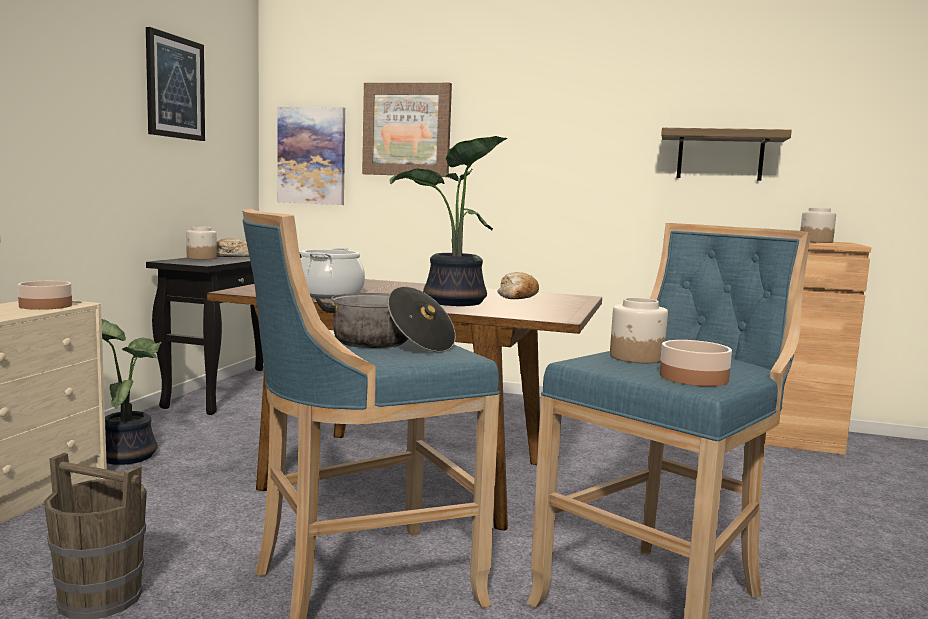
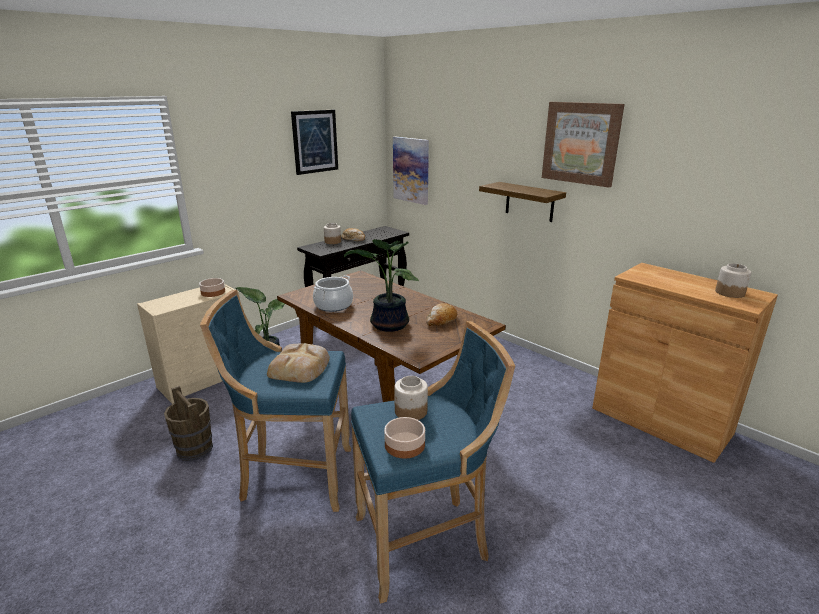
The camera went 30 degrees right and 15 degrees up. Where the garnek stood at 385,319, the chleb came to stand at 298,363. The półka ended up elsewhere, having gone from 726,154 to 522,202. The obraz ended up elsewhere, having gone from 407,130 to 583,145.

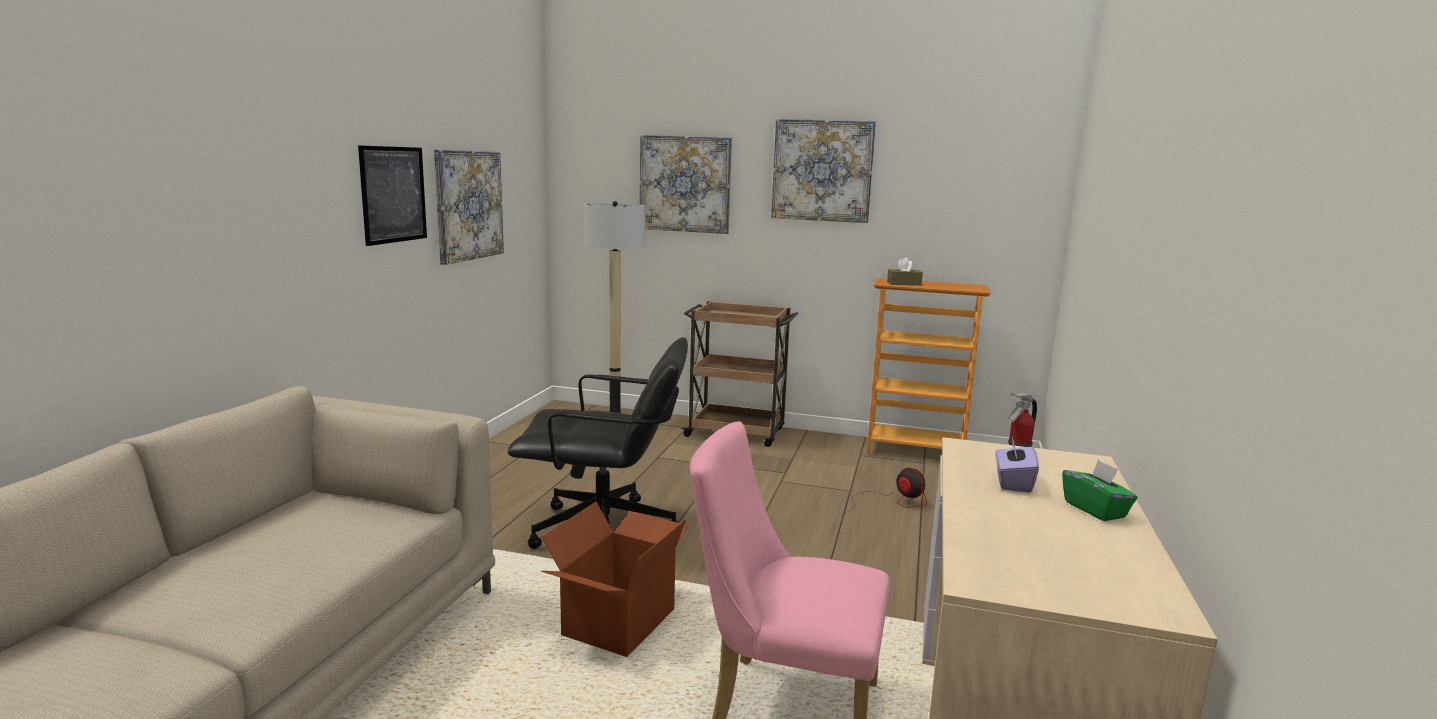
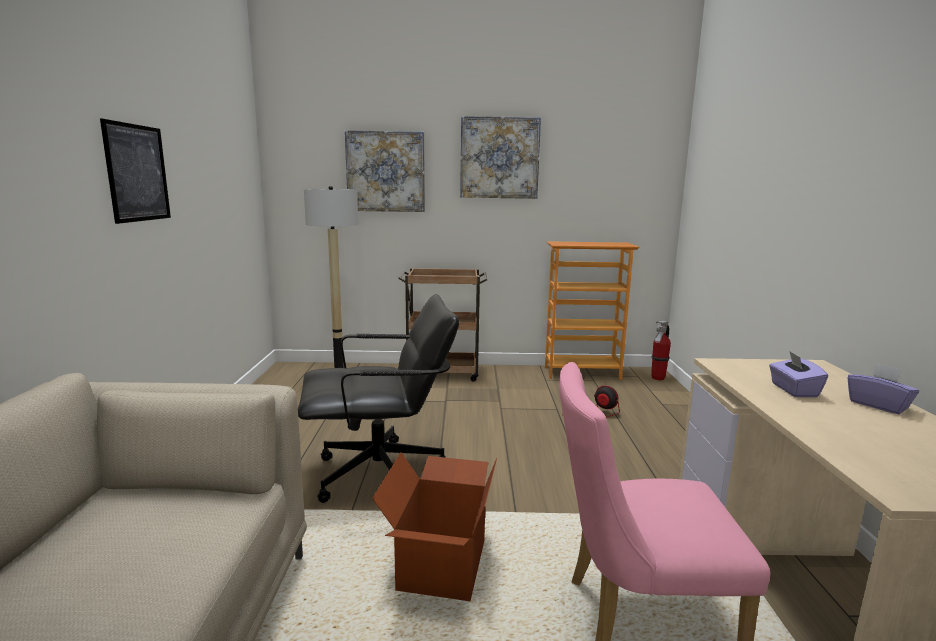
The camera went 15 degrees left and 0 degrees up. What was the pudełko chusteczek [zielony] at 1100,490 turned into the pudełko chusteczek [fioletowy] at 883,388. The second view lost the obraz at 469,207. The second view lost the pudełko chusteczek [brązowy] at 905,271.

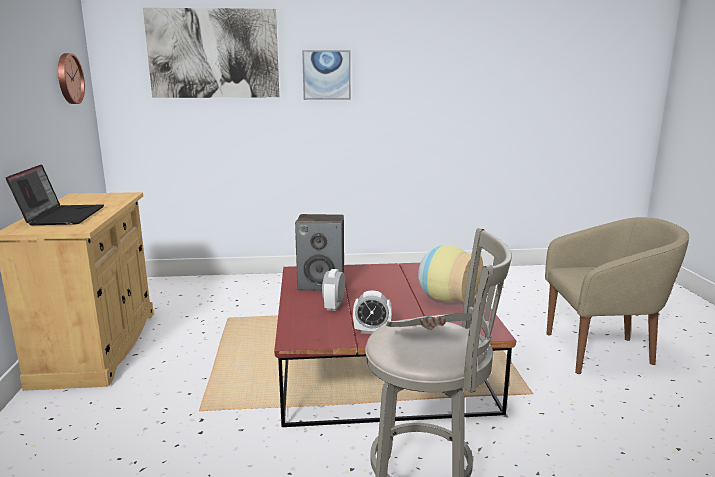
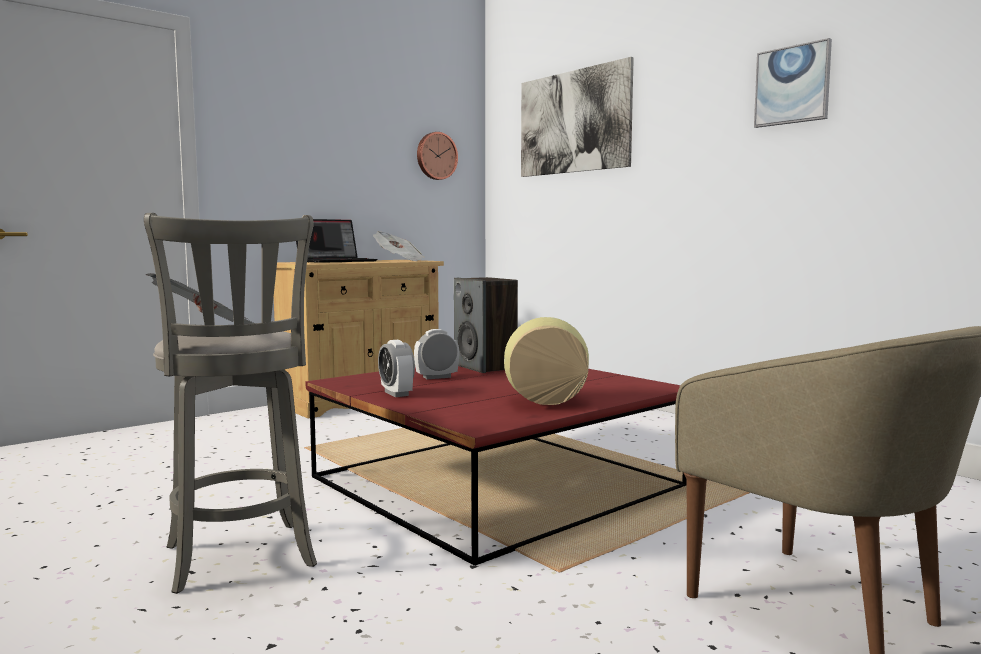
The camera went 55 degrees right and 10 degrees down. The second view gained the gazeta at 399,246. The obraz ended up elsewhere, having gone from 326,75 to 793,83.

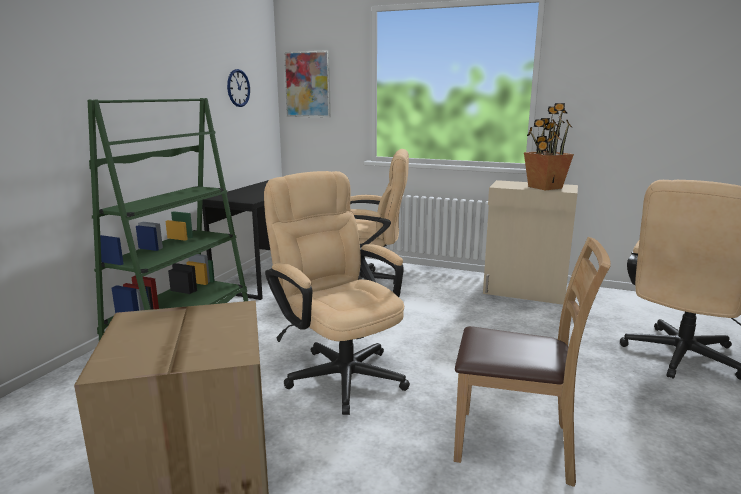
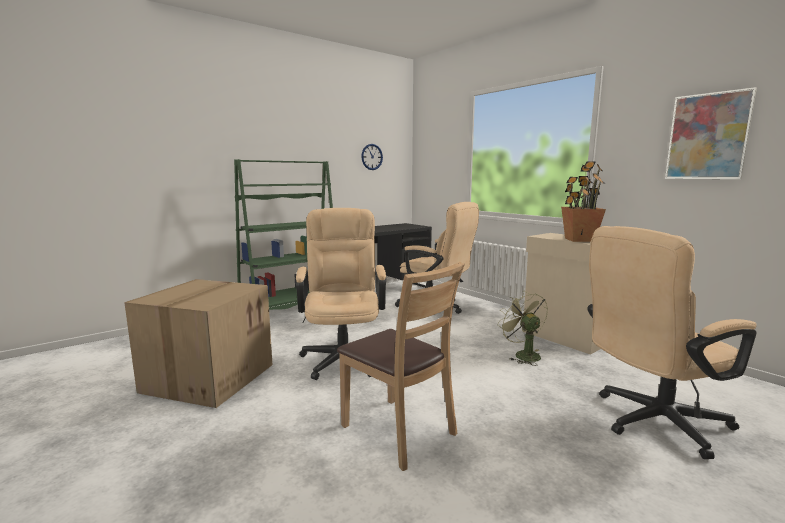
The camera went 30 degrees right and 5 degrees down. The second view gained the wentylator [zielony] at 522,328. The obraz ended up elsewhere, having gone from 307,84 to 711,133.

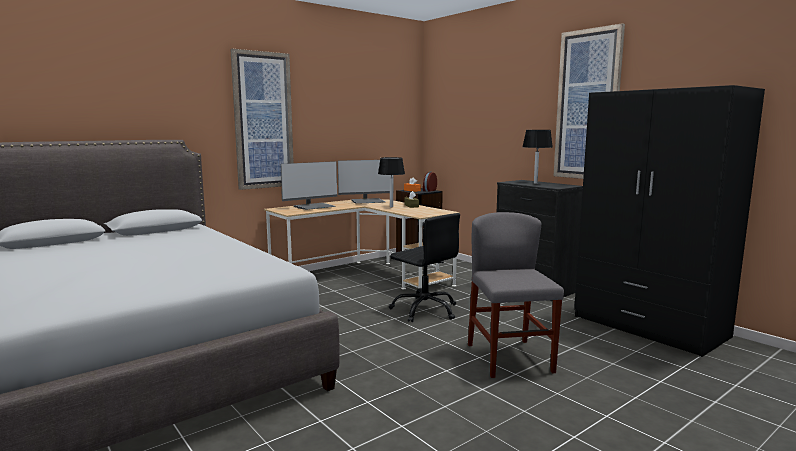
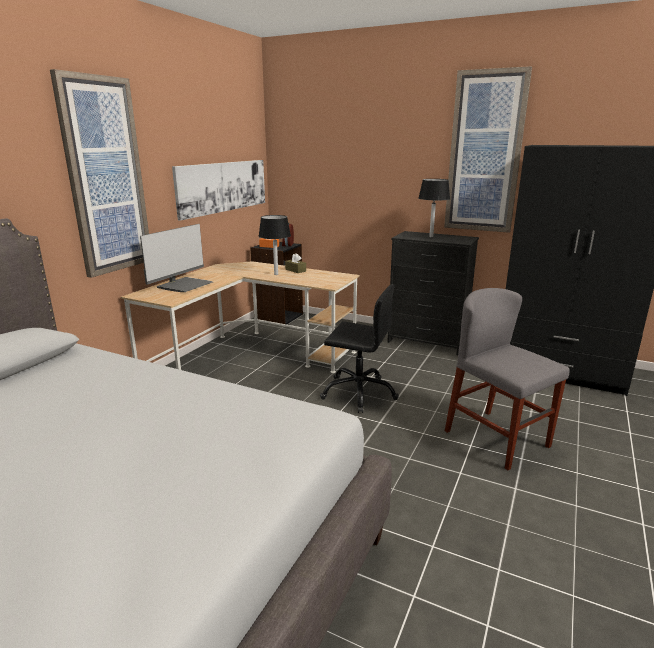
The camera went 25 degrees left and 10 degrees up. The second view gained the obraz at 218,190. The second view lost the monitor at 366,182.

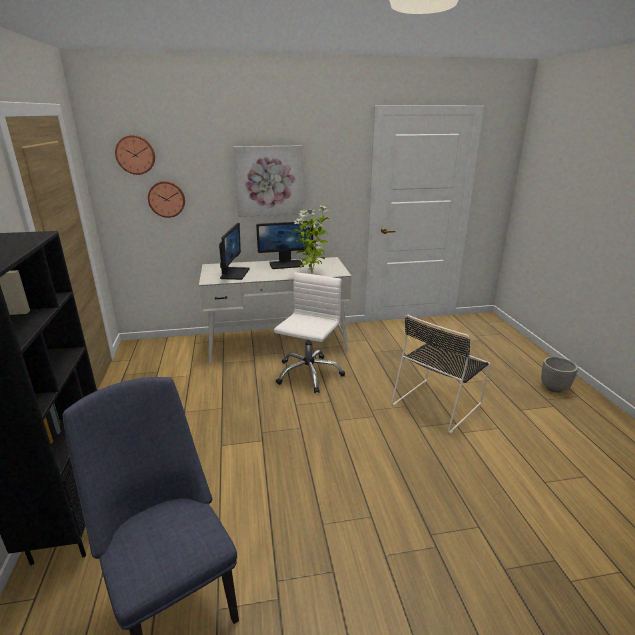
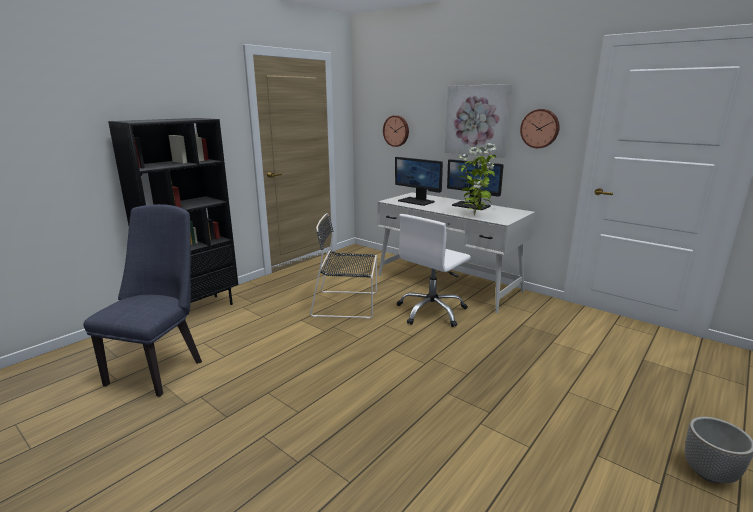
The camera went 50 degrees right and 5 degrees down. The krzesło [czarny] ended up elsewhere, having gone from 440,374 to 343,266. The monitor at 234,251 ended up facing another way, 75 degrees clockwise from before. The krzesło biurowe [biały] at 309,332 ended up facing another way, 150 degrees clockwise from before. The zegar ścienny ended up elsewhere, having gone from 135,155 to 540,128.

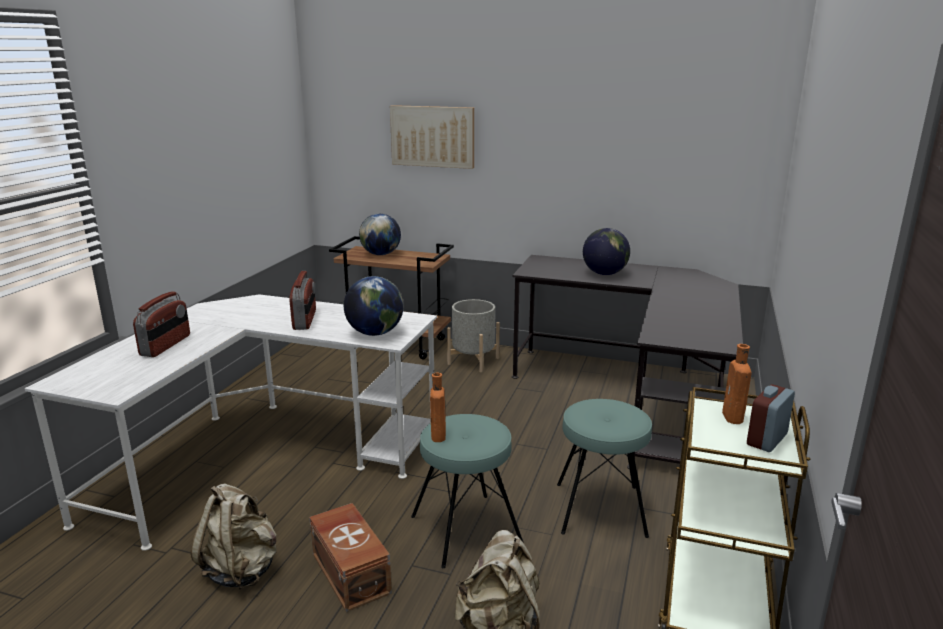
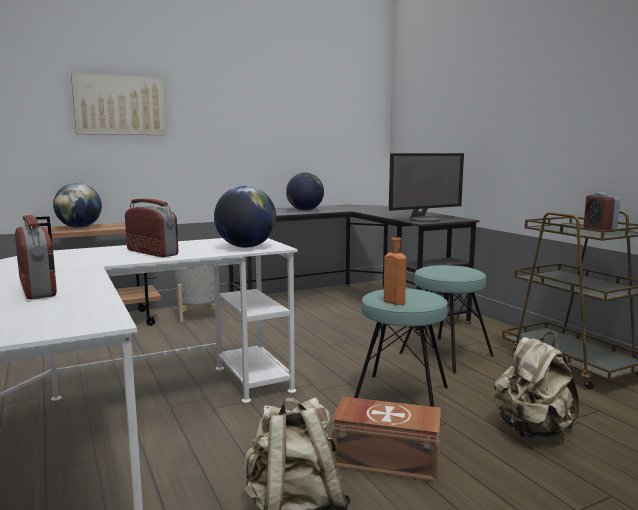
The camera went 45 degrees left and 10 degrees down. The second view gained the monitor at 426,187. The second view lost the butelka [pomarańczowy] at 736,384.

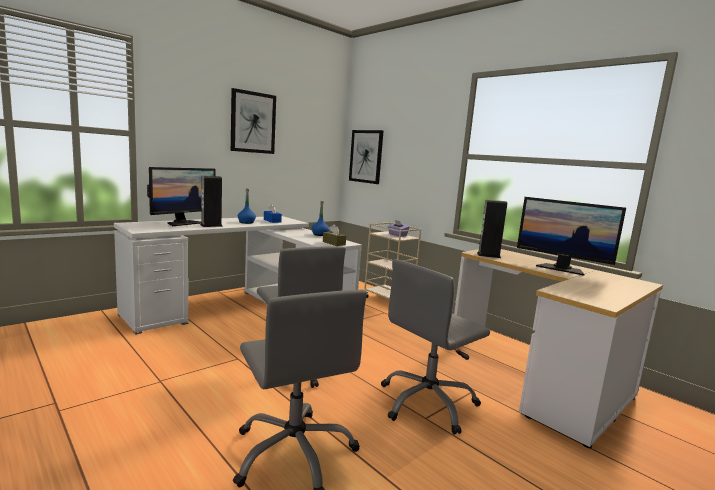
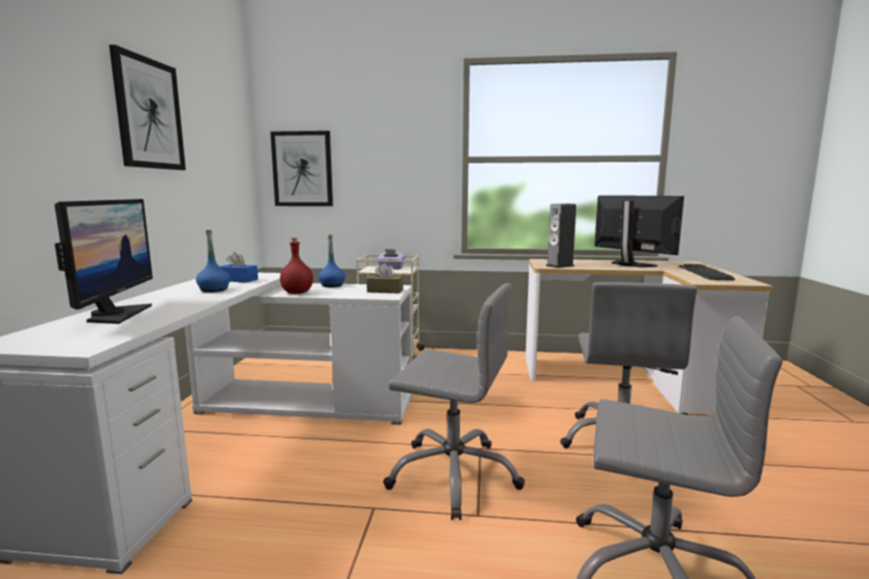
The camera went 40 degrees left and 0 degrees up. The second view gained the butelka [czerwony] at 296,266. The monitor at 571,236 ended up facing another way, 120 degrees counterclockwise from before. The second view gained the klawiatura at 707,272. The second view lost the głośnik at 211,201.

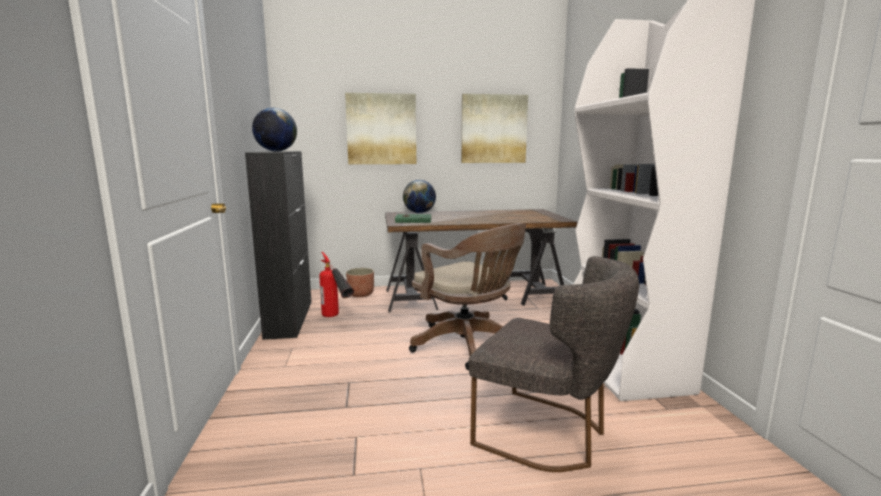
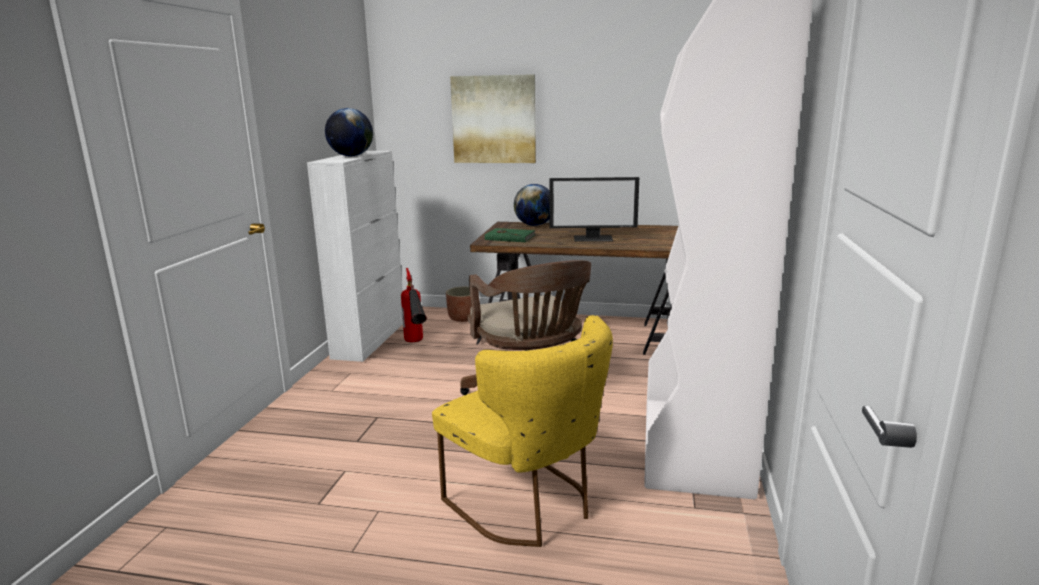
The camera went 20 degrees right and 5 degrees up. What was the szafka [czarny] at 278,245 turned into the szafka [biały] at 355,256. What was the krzesło [szary] at 554,364 turned into the krzesło [żółty] at 522,431. The second view gained the monitor at 594,209. The second view lost the obraz at 494,128.

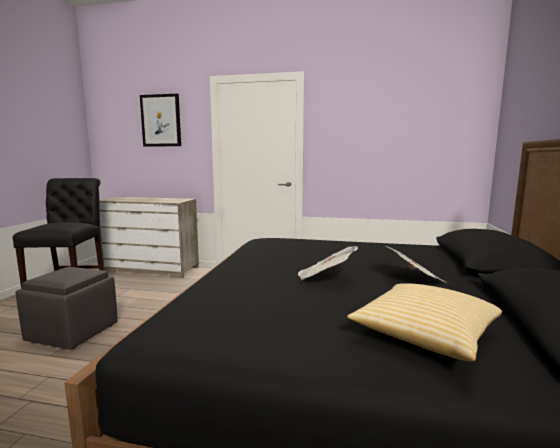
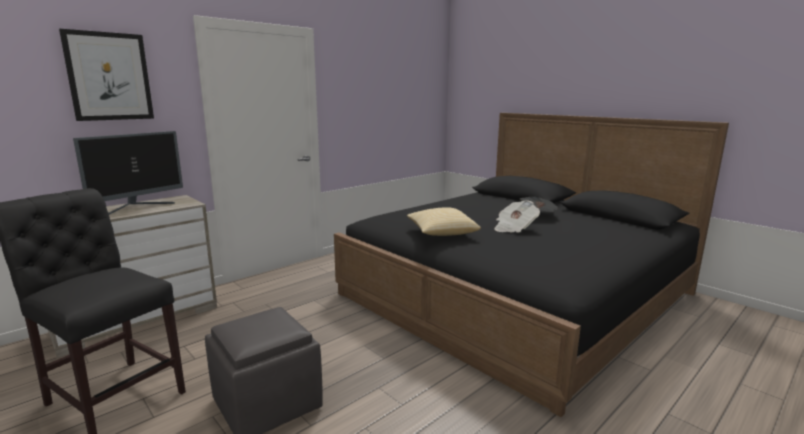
The camera went 55 degrees left and 5 degrees up. The second view gained the monitor at 128,172. The poduszka ended up elsewhere, having gone from 424,322 to 444,221.

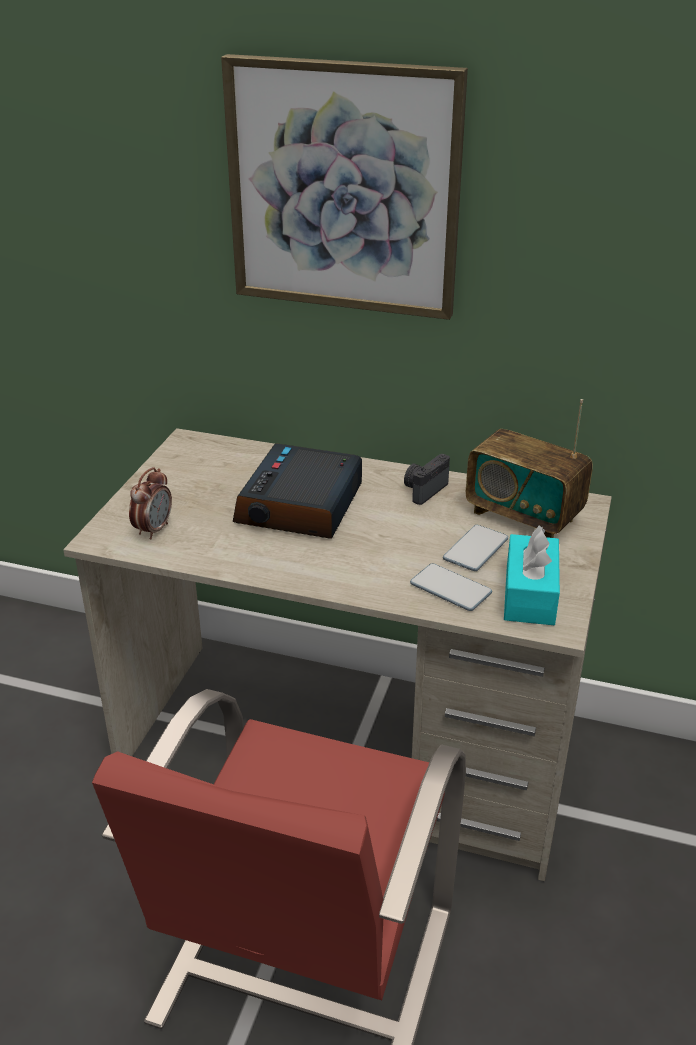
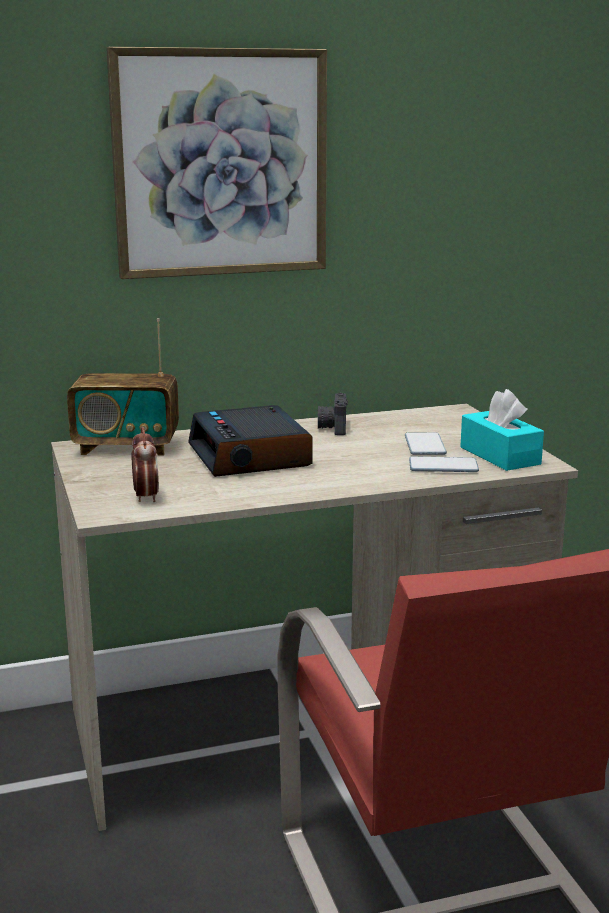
The camera went 35 degrees left and 15 degrees down. The radio ended up elsewhere, having gone from 529,468 to 123,387.

